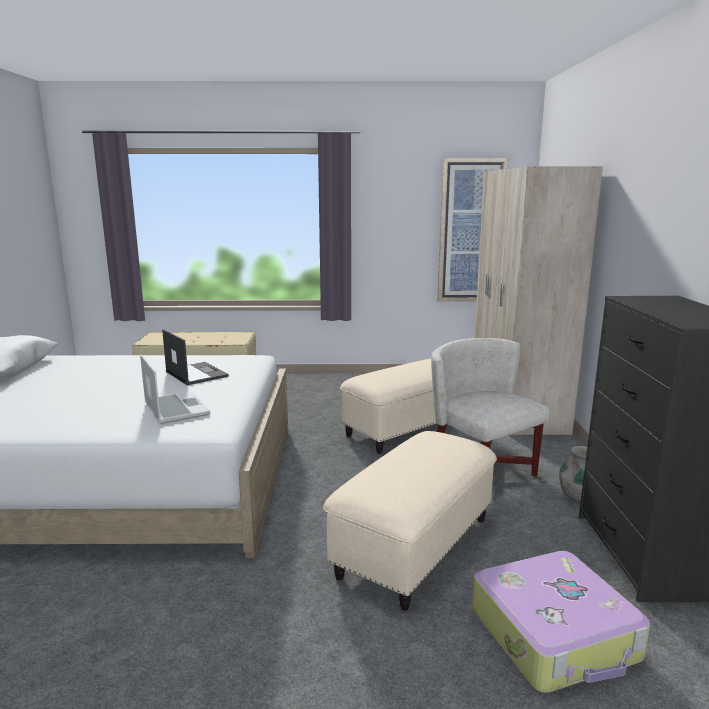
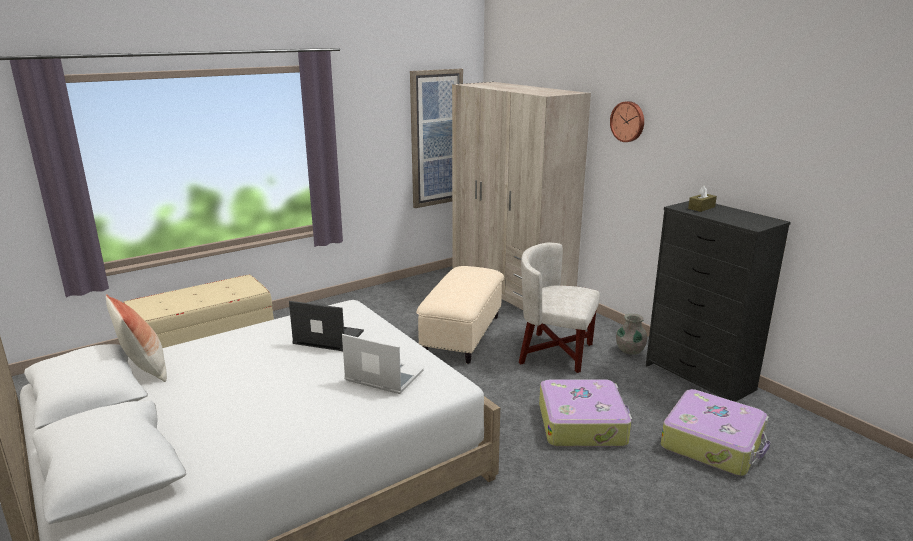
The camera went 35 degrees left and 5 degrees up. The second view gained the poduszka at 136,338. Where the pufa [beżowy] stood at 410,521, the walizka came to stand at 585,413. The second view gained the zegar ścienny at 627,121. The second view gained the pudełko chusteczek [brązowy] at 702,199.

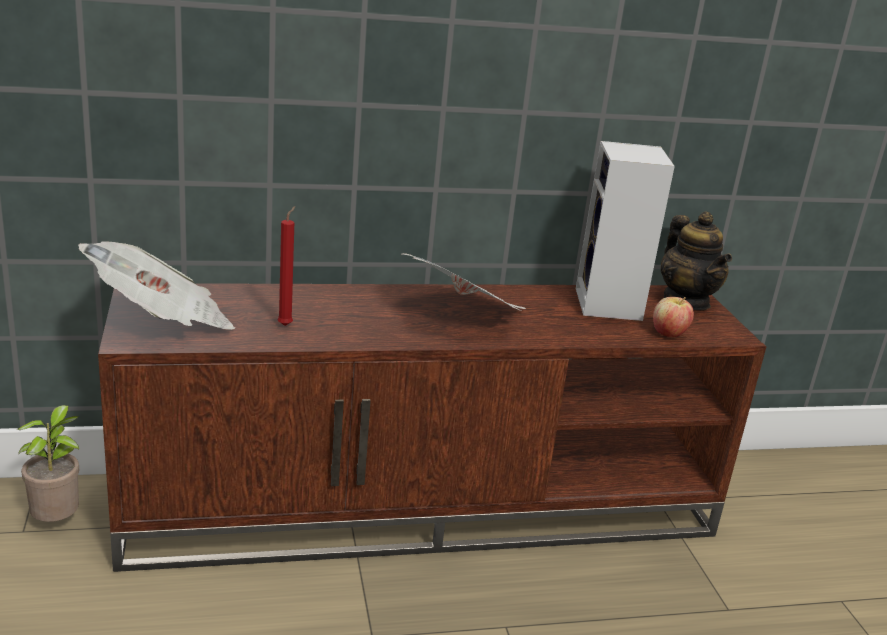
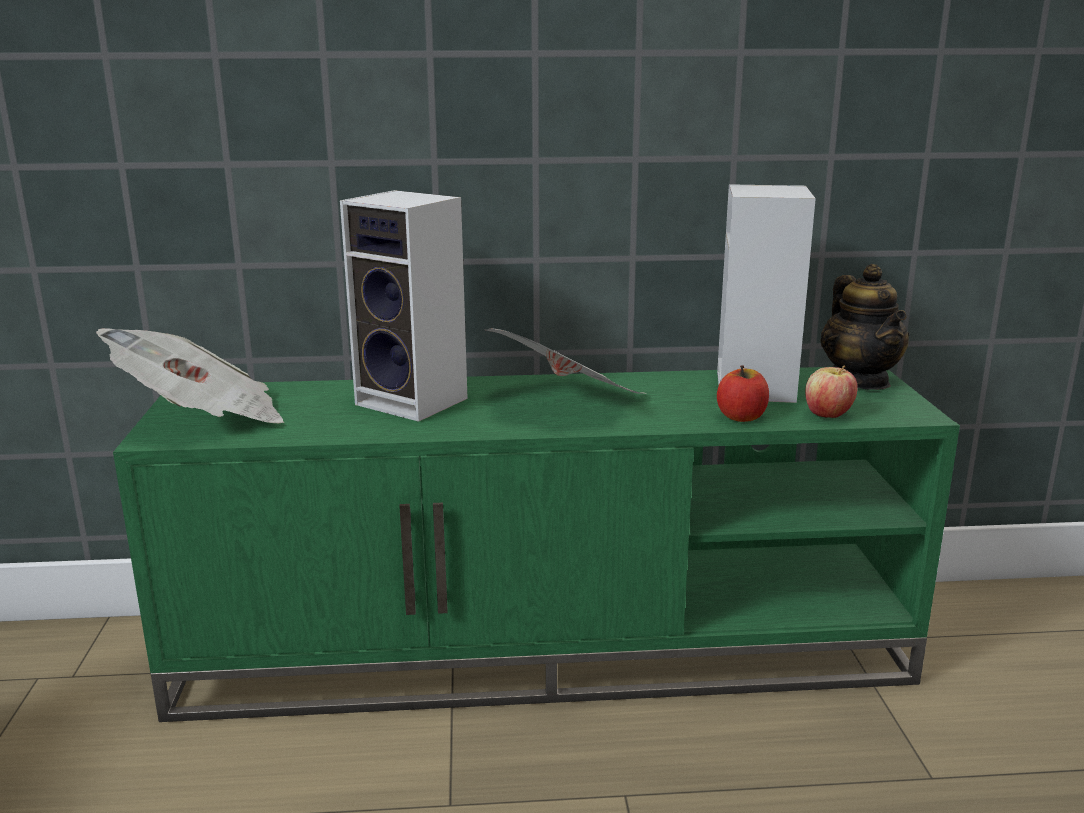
The camera went 10 degrees right and 5 degrees down. What was the szafka pod telewizor [brązowy] at 432,427 turned into the szafka pod telewizor [zielony] at 536,544. The second view gained the głośnik at 404,306. The second view gained the jabłko at 743,393. The second view lost the roślina doniczkowa at 48,463. The second view lost the świeca [czerwony] at 286,266.

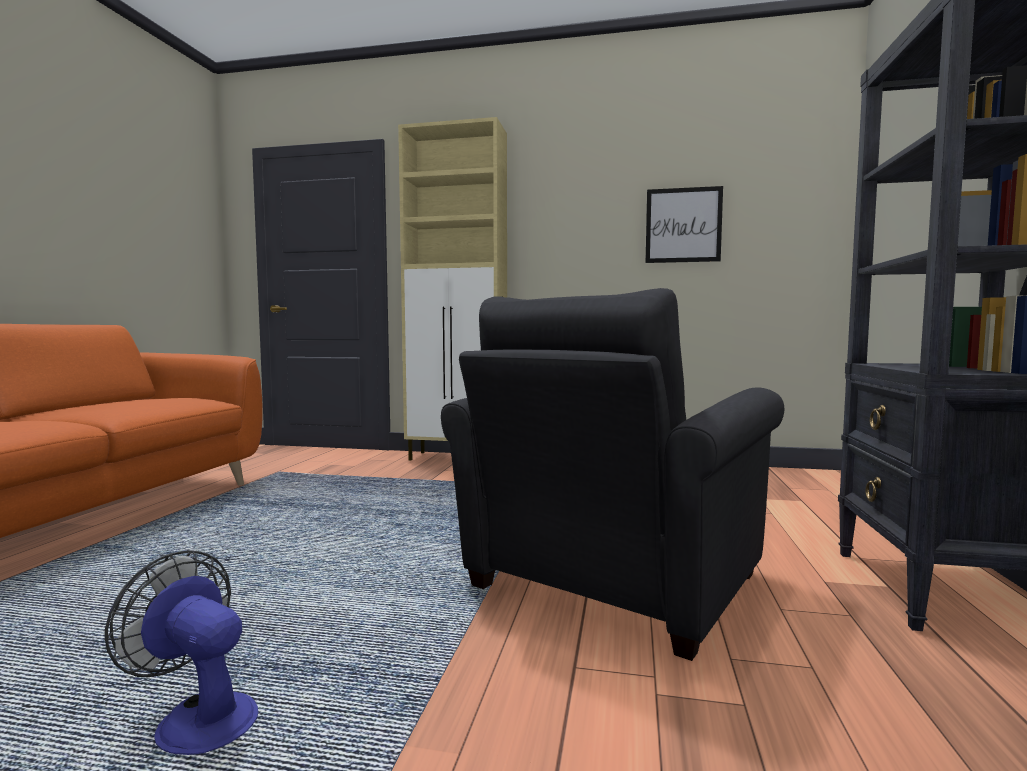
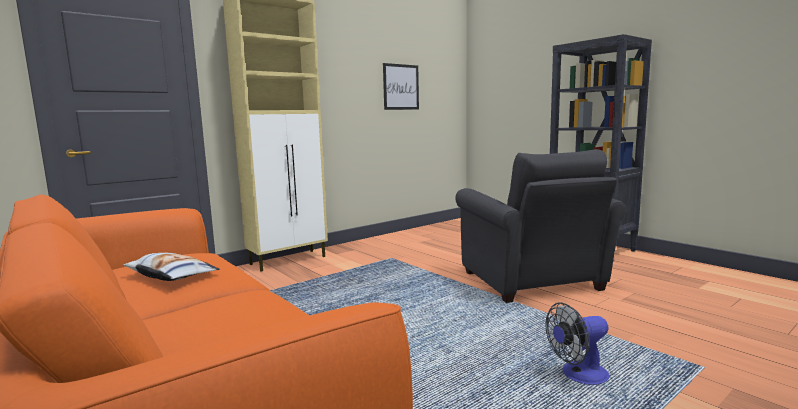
The camera went 50 degrees left and 5 degrees up. The second view gained the poduszka at 171,267.

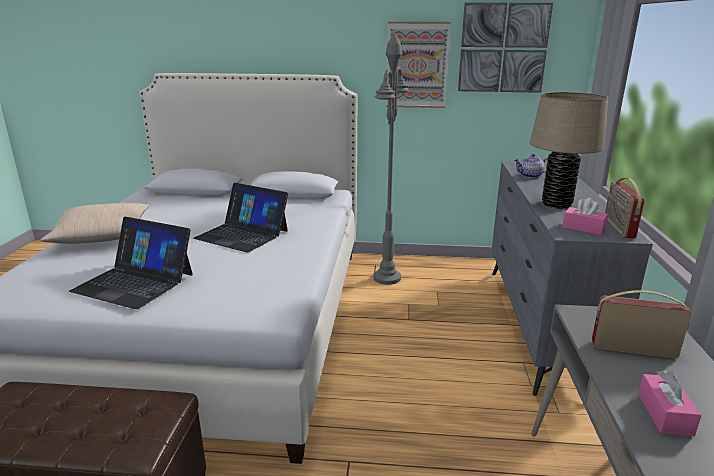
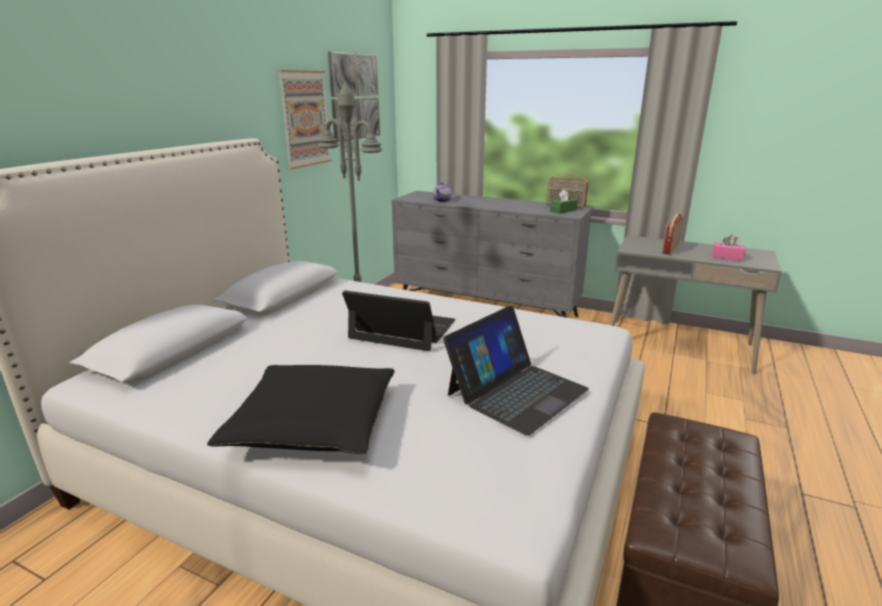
The camera went 70 degrees left and 0 degrees up. What was the poduszka [beżowy] at 94,223 turned into the poduszka [czarny] at 301,409. The laptop at 240,218 ended up facing another way, 120 degrees counterclockwise from before. What was the pudełko chusteczek [różowy] at 585,216 turned into the pudełko chusteczek [zielony] at 563,201. The second view lost the lampa stołowa [beżowy] at 569,150.

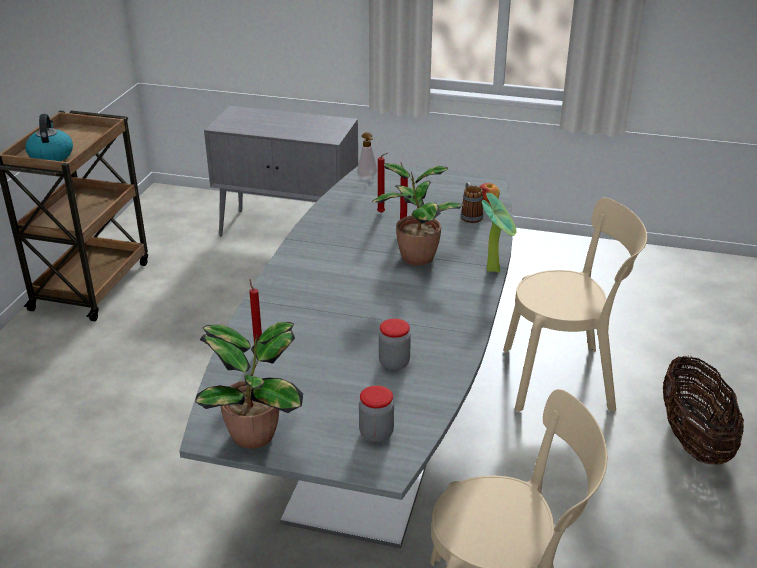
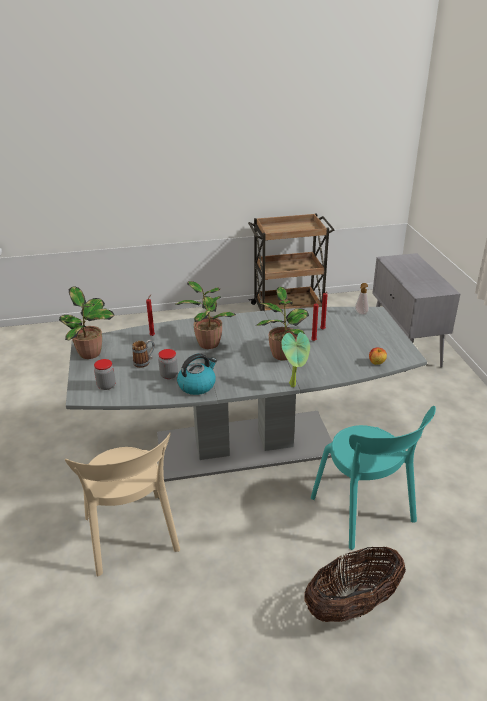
The camera went 65 degrees right and 0 degrees up. The kubek ended up elsewhere, having gone from 472,202 to 143,354. The second view gained the roślina doniczkowa at 205,315. The czajnik ended up elsewhere, having gone from 49,137 to 197,374. What was the krzesło [beżowy] at 575,304 turned into the krzesło [turkusowy] at 373,478.

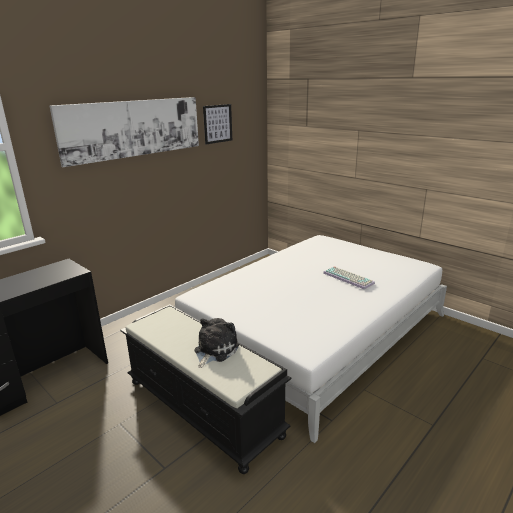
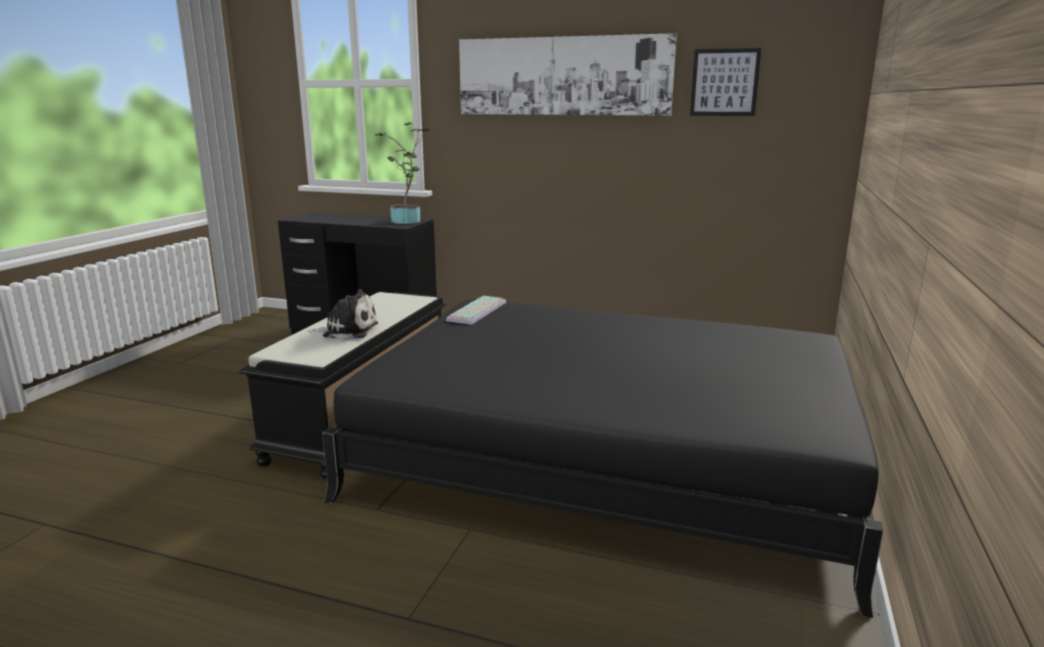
The camera went 65 degrees right and 5 degrees down. What was the łóżko [biały] at 311,339 turned into the łóżko [czarny] at 602,458. The second view gained the roślina doniczkowa at 402,173. The klawiatura ended up elsewhere, having gone from 349,278 to 476,310.

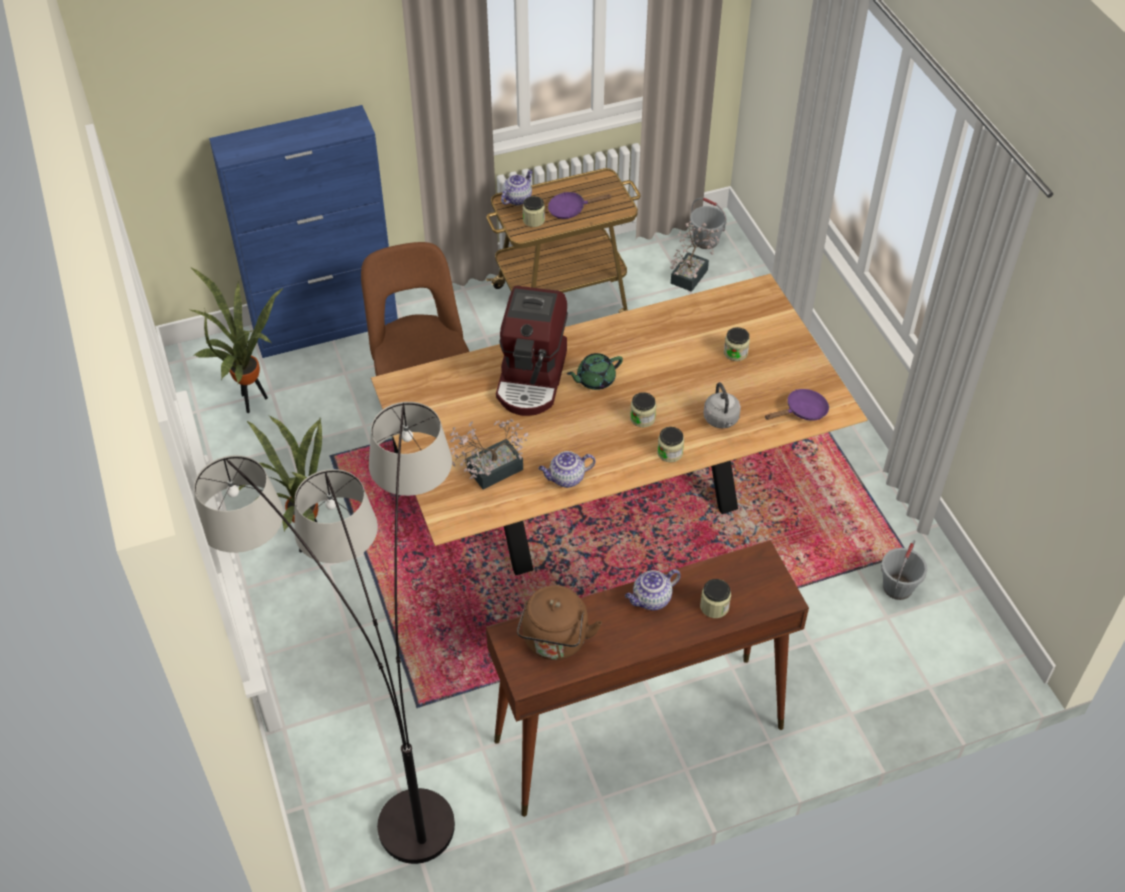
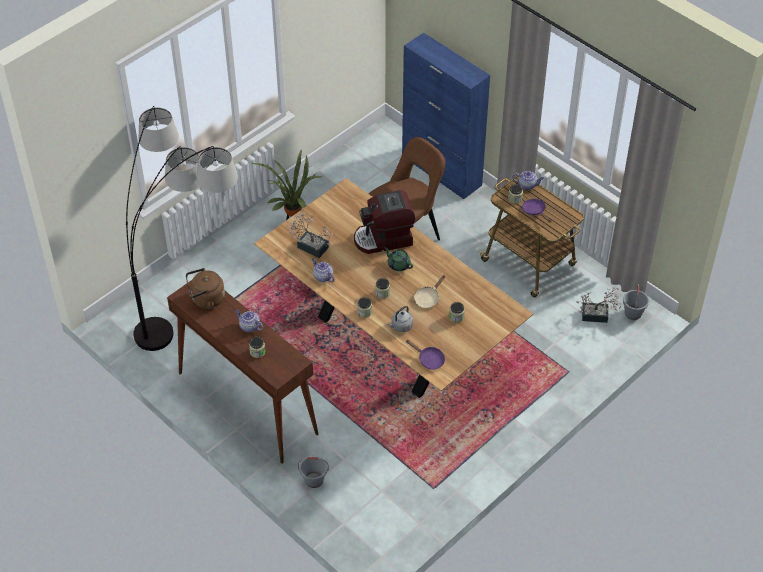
The camera went 65 degrees right and 0 degrees up. The wiadro [szary] ended up elsewhere, having gone from 904,570 to 313,472. The second view gained the patelnia [beżowy] at 429,291. The second view lost the roślina doniczkowa at 237,340.

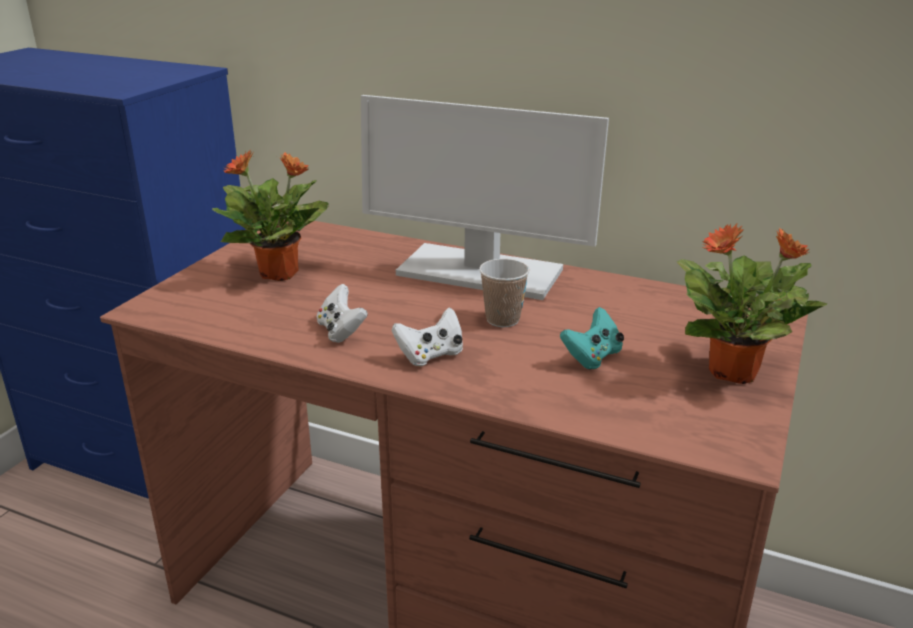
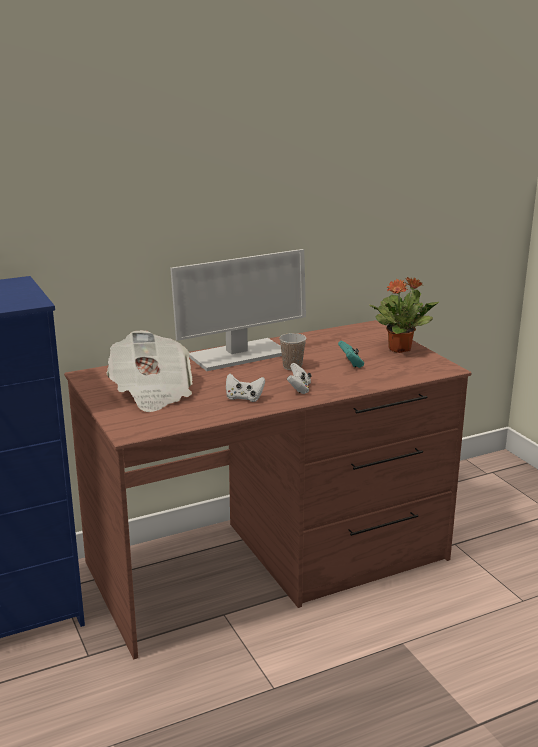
The camera went 50 degrees left and 5 degrees down. Where the roślina doniczkowa stood at 270,215, the gazeta came to stand at 149,371.

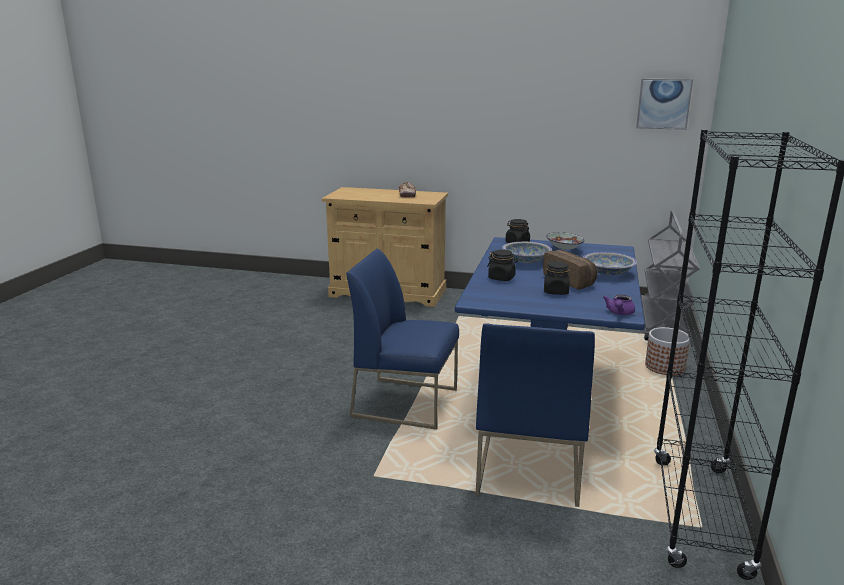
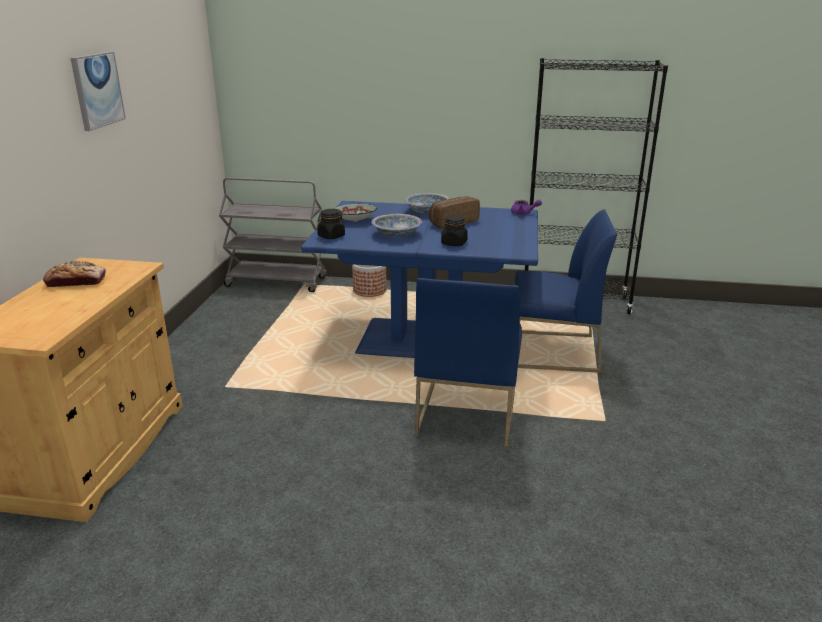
The camera went 95 degrees left and 5 degrees up. The obraz ended up elsewhere, having gone from 664,104 to 98,91. The second view lost the słoik [czarny] at 557,278.

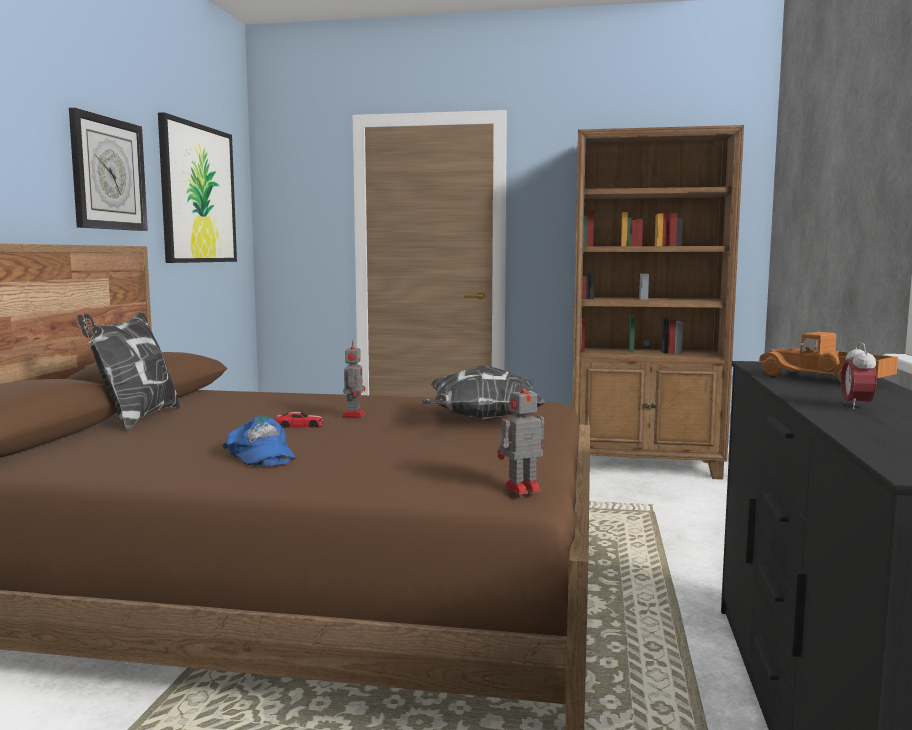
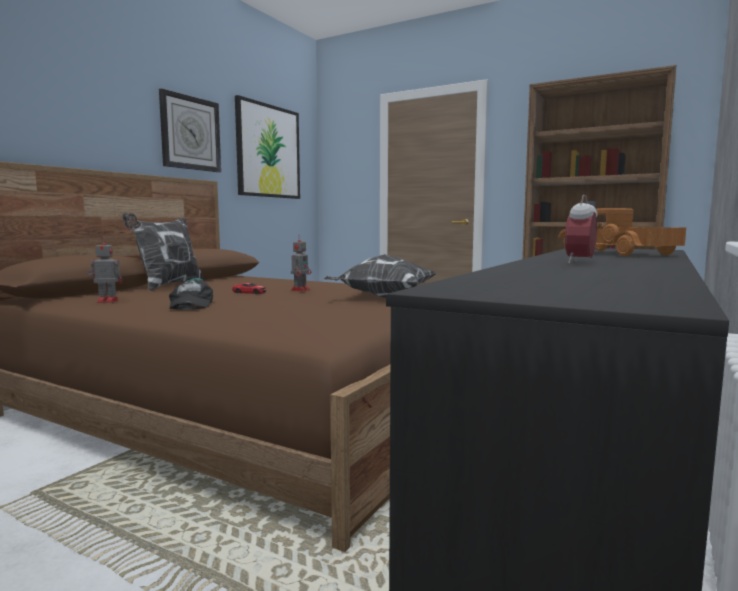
The camera went 20 degrees right and 0 degrees up. The robot zabawkowy ended up elsewhere, having gone from 520,436 to 105,271. What was the czapka z daszkiem [niebieski] at 259,440 turned into the czapka z daszkiem [czarny] at 191,294.

